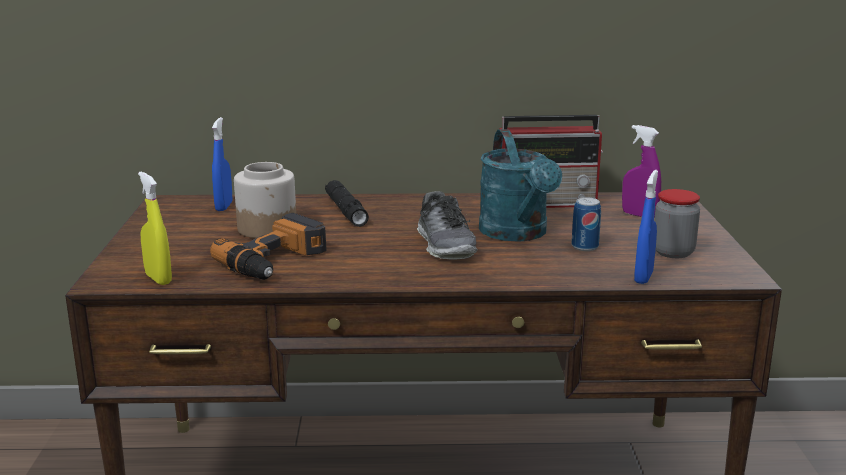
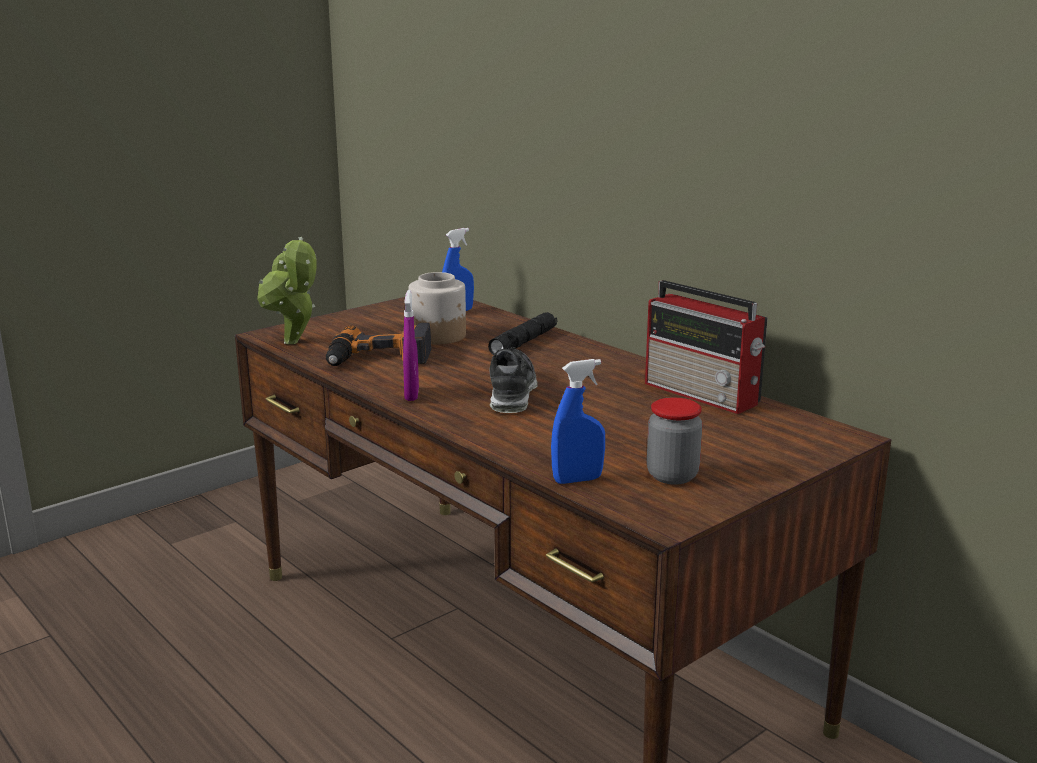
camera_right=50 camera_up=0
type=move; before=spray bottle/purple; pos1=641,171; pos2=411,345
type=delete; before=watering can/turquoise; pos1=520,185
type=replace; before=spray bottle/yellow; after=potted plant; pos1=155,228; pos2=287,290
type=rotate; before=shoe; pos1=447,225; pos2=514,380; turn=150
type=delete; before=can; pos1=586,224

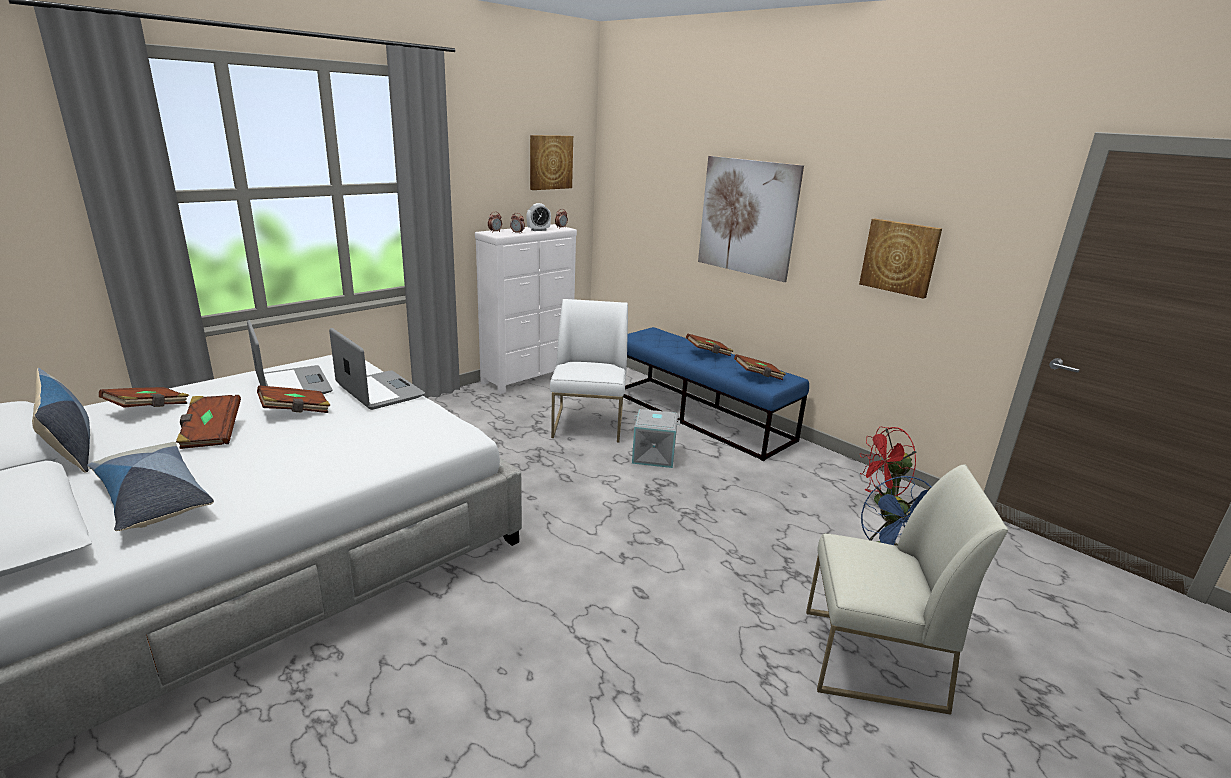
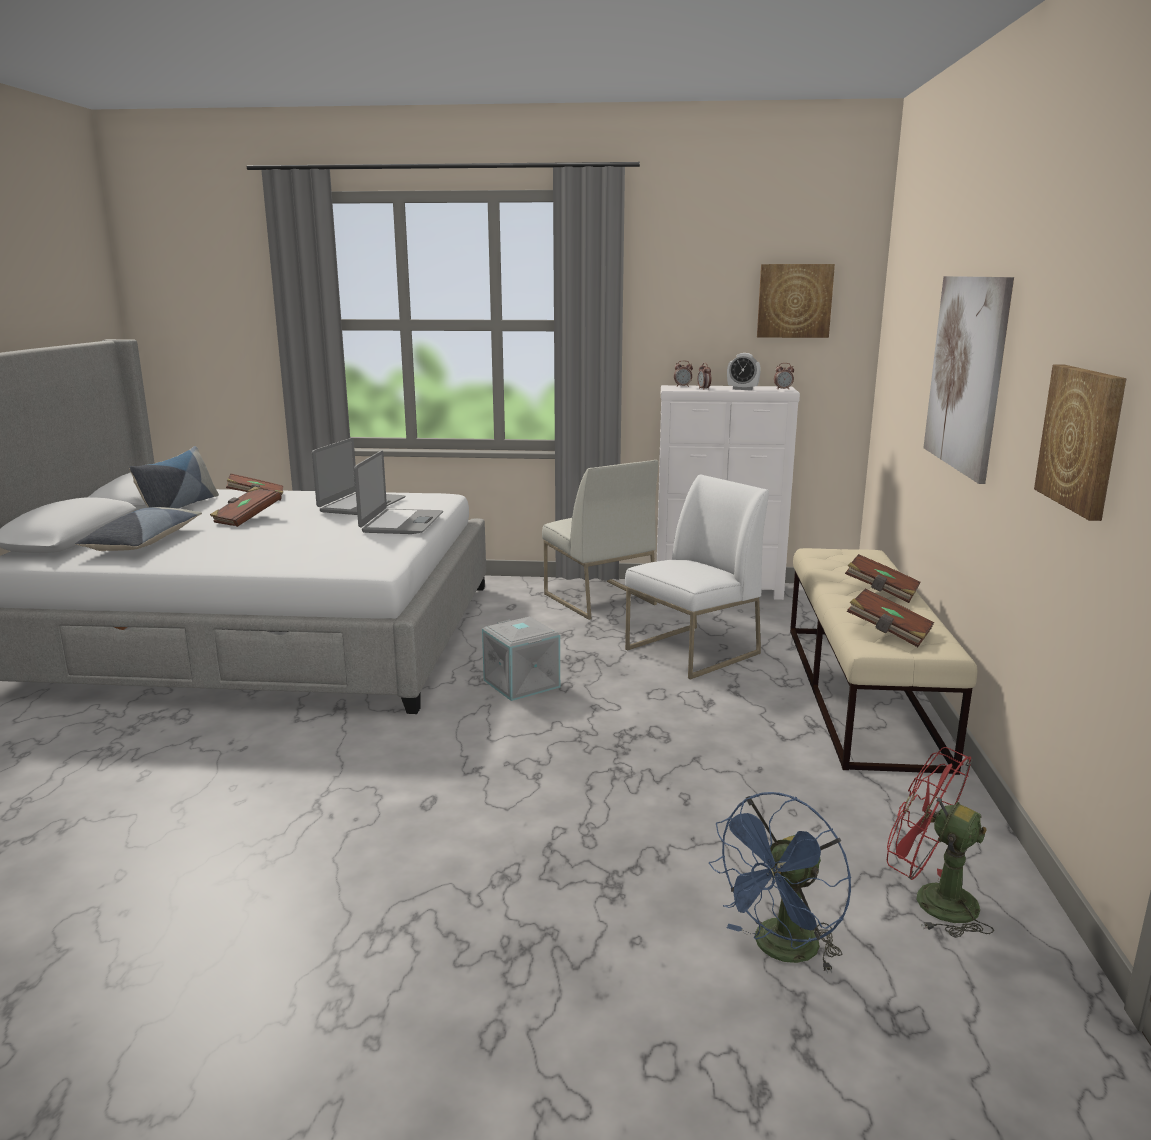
camera_right=50 camera_up=-5
type=recolor; before=bench/blue; after=bench/beige; pos1=716,394; pos2=884,661
type=delete; before=book/brown; pos1=294,399
type=move; before=storage box/grey; pos1=656,438; pos2=521,659
type=move; before=chair/white; pos1=907,590; pos2=600,540

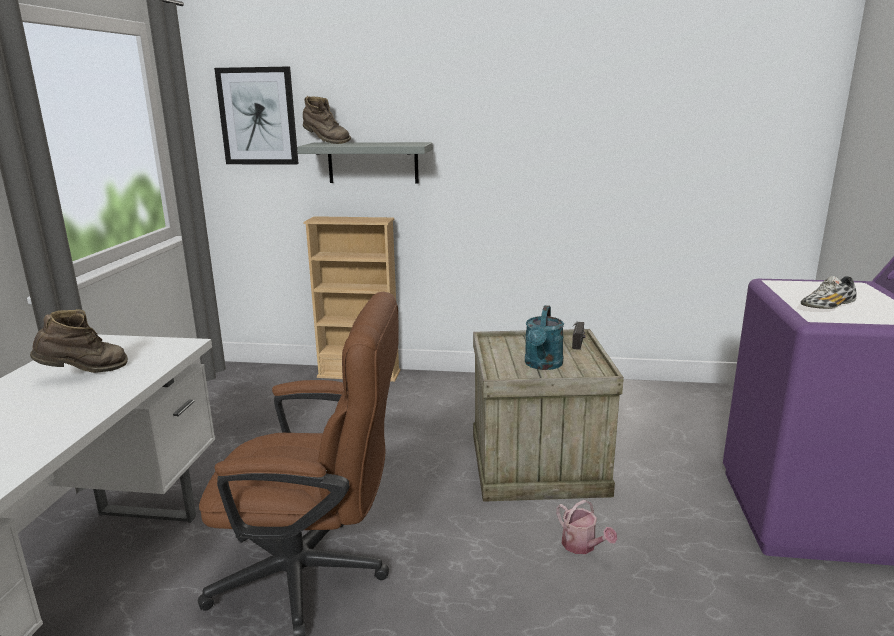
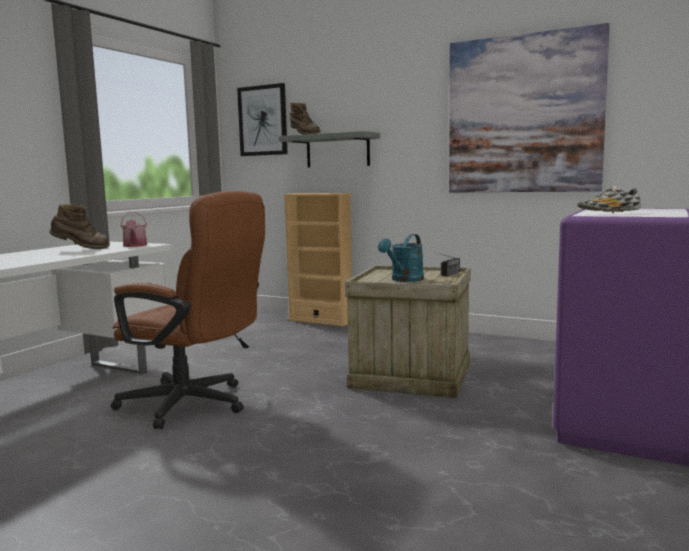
camera_right=20 camera_up=-10
type=move; before=watering can; pos1=586,527; pos2=133,229
type=insert; after=picture; pos2=529,108

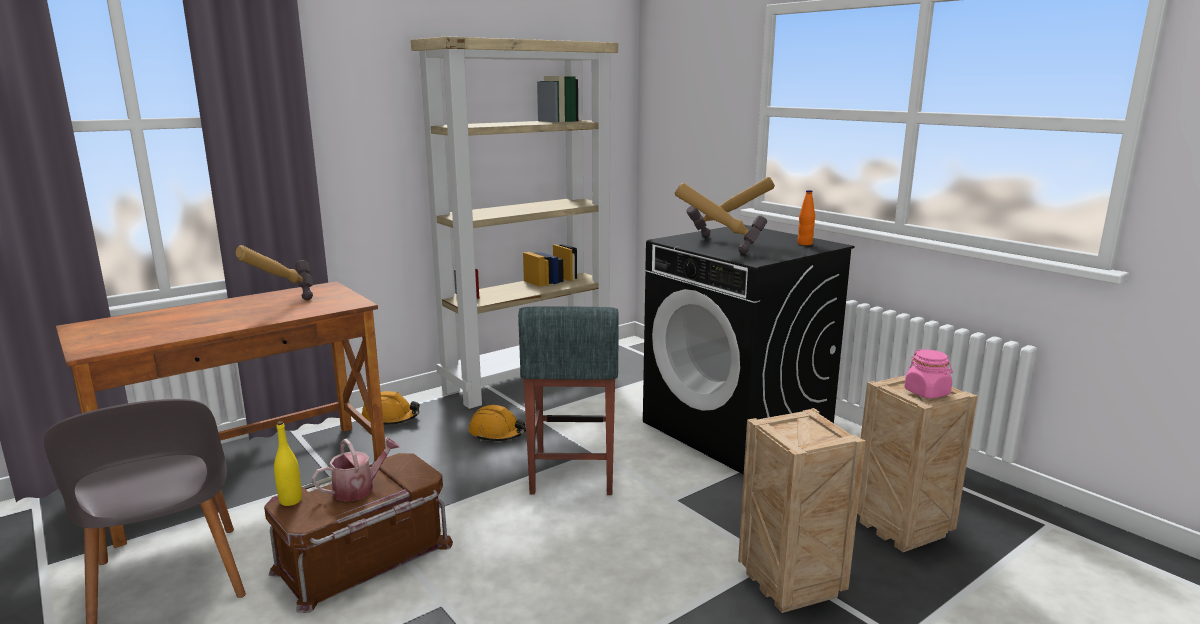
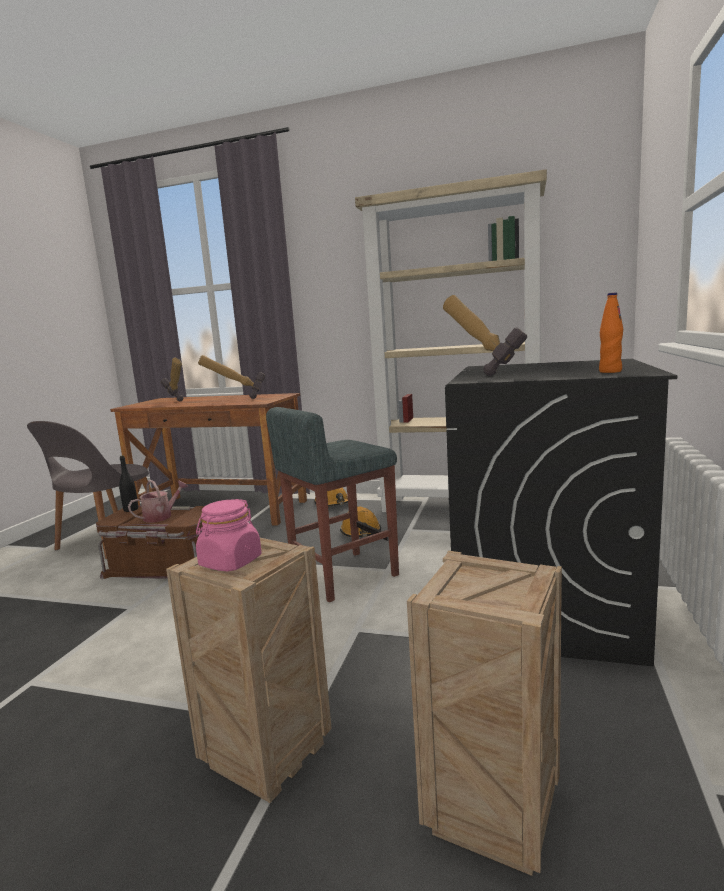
camera_right=55 camera_up=-5
type=move; before=hammer; pos1=730,207; pos2=172,379
type=move; before=jar/pink; pos1=928,374; pos2=229,535
type=recolor; before=bottle/yellow; after=bottle/black; pos1=288,463; pos2=128,483
type=rotate; before=watering can; pos1=356,470; pos2=158,501; turn=-60

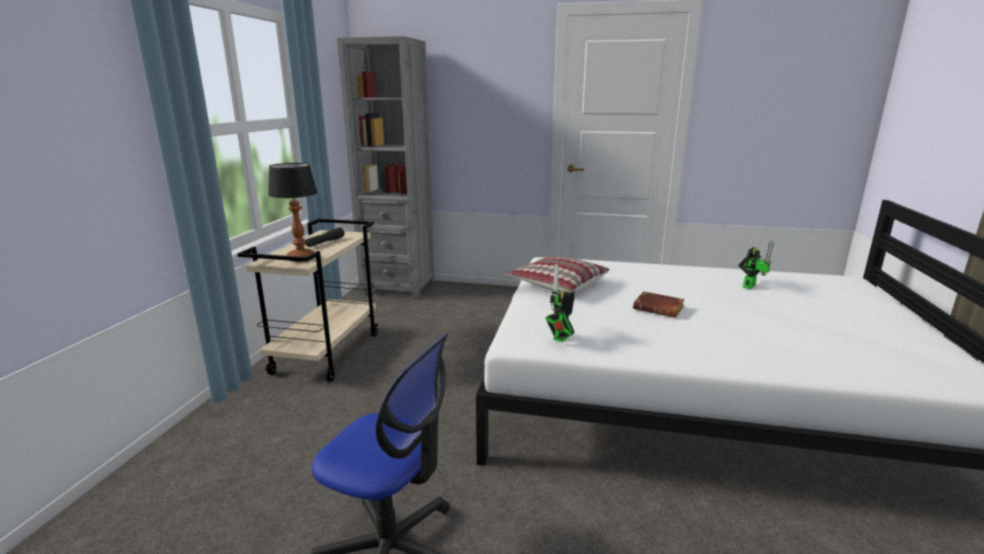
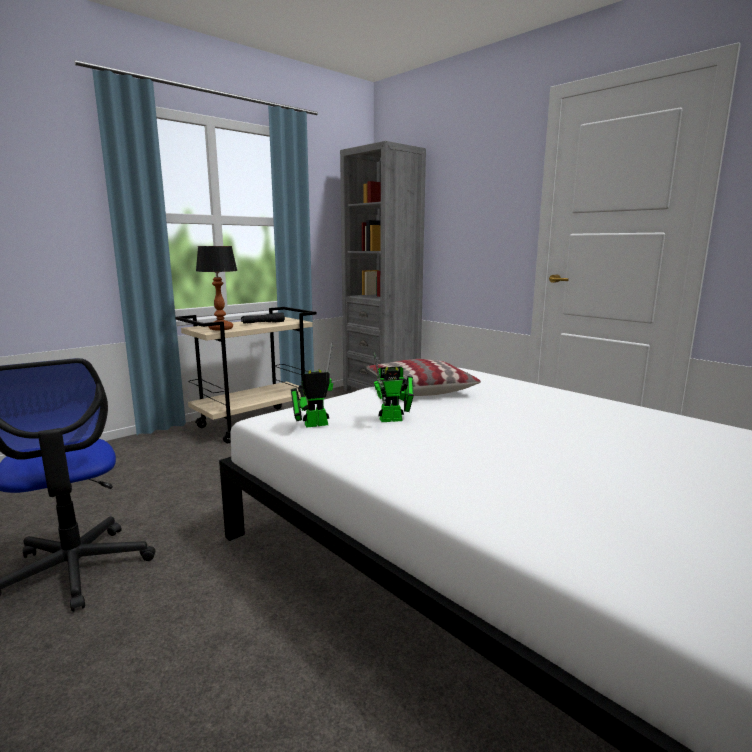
camera_right=35 camera_up=-5
type=move; before=toy robot; pos1=756,265; pos2=393,387
type=delete; before=book/brown; pos1=659,304

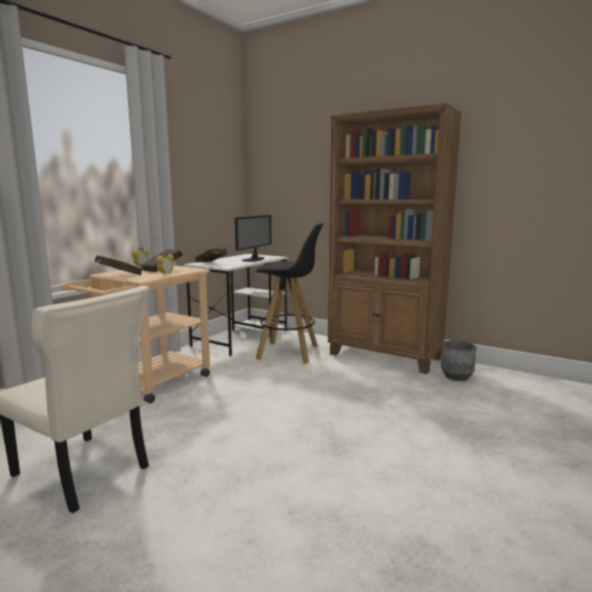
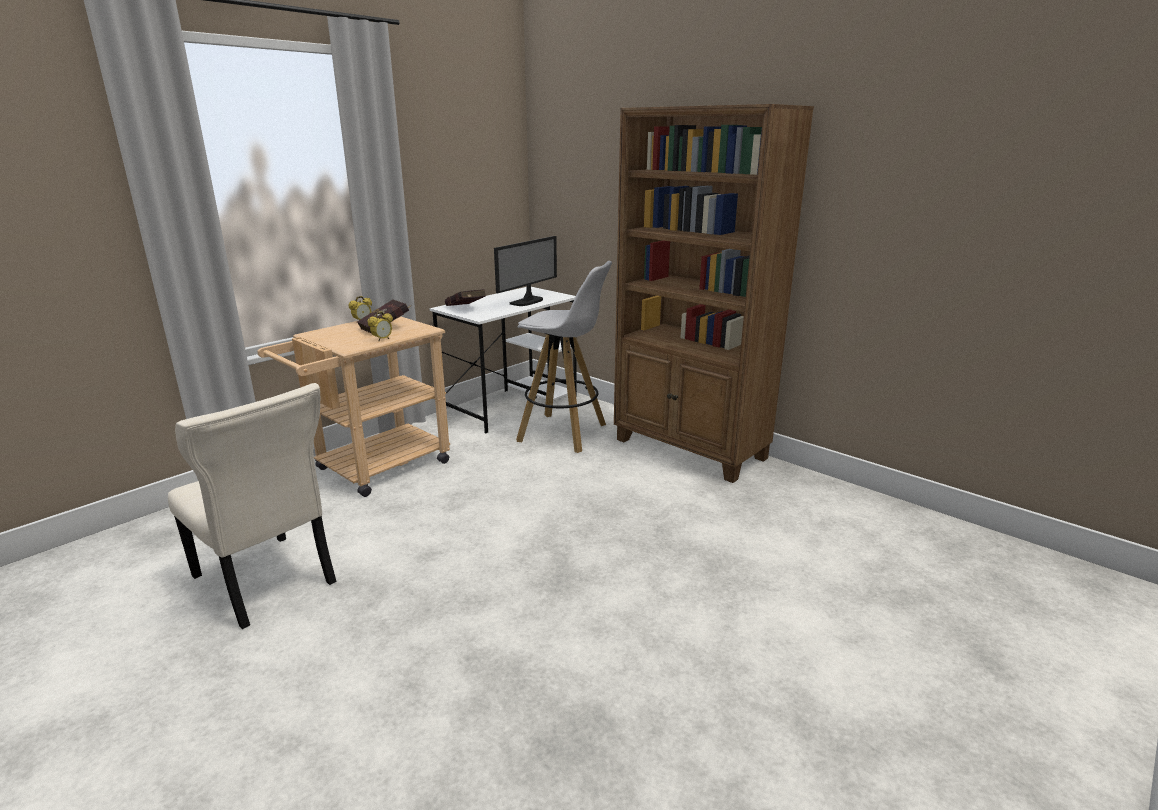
camera_right=10 camera_up=10
type=recolor; before=stool/black; after=stool/white; pos1=290,293; pos2=564,357
type=delete; before=book/red; pos1=117,265
type=delete; before=planter/grey; pos1=459,360

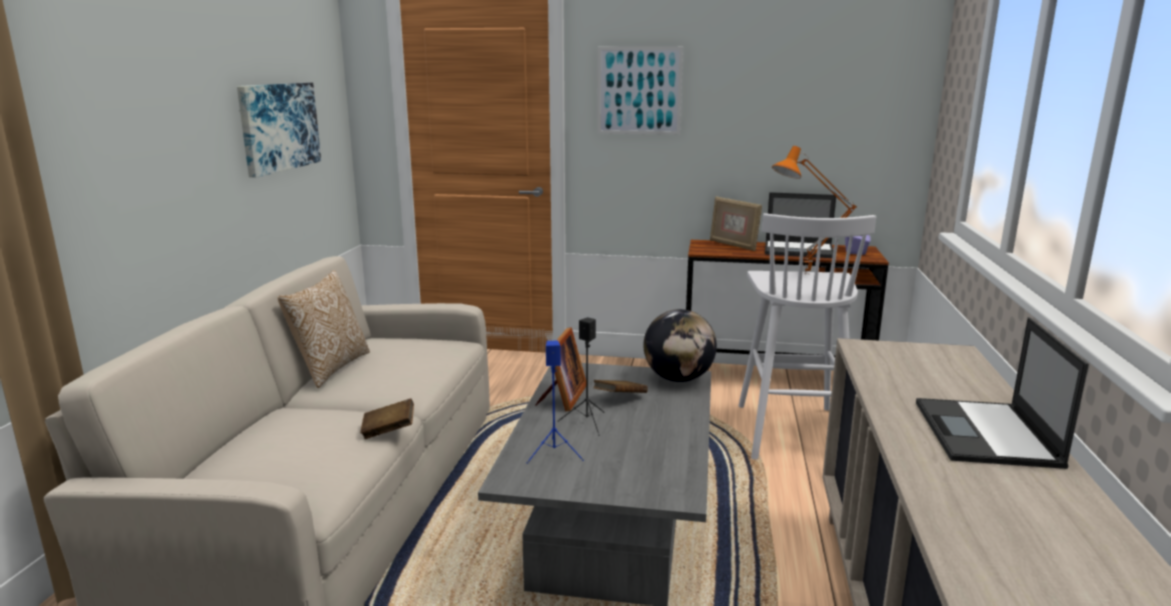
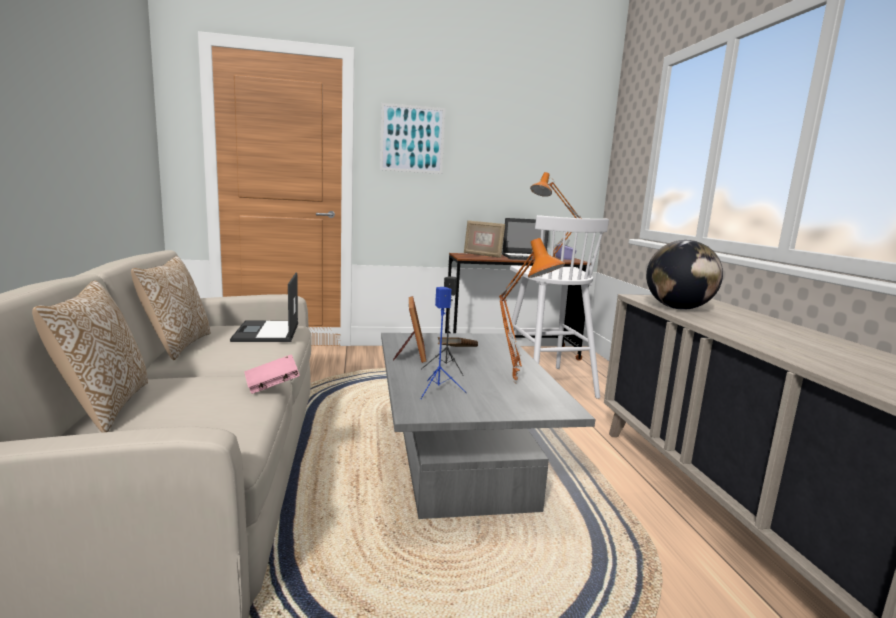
camera_right=-20 camera_up=-5
type=delete; before=picture; pos1=279,130
type=move; before=globe; pos1=680,345; pos2=684,275
type=move; before=laptop; pos1=1002,393; pos2=264,307
type=recolor; before=book/brown; after=book/pink; pos1=387,418; pos2=272,374
type=insert; after=table lamp/orange; pos2=532,311
type=insert; after=pillow; pos2=90,357

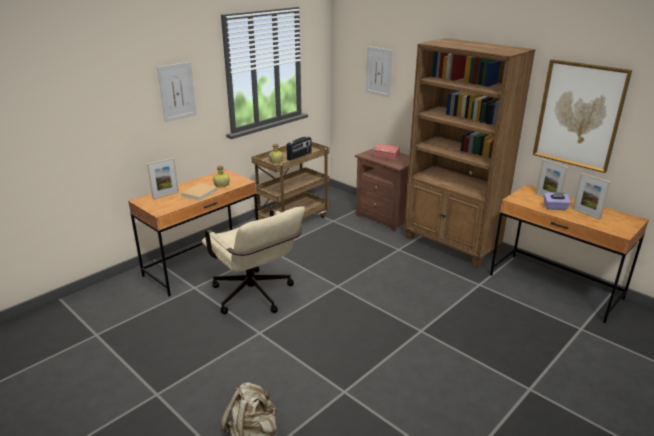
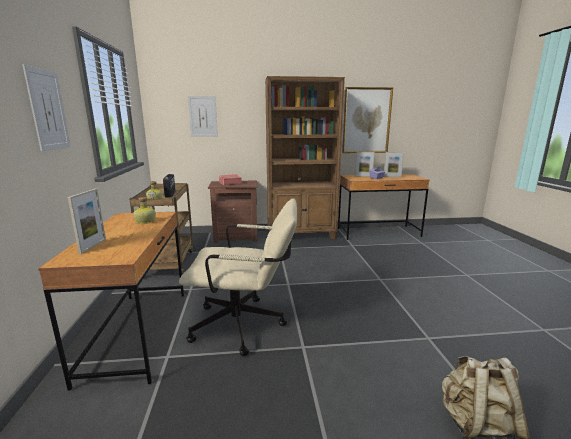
camera_right=-50 camera_up=-10
type=delete; before=book/beige; pos1=199,192

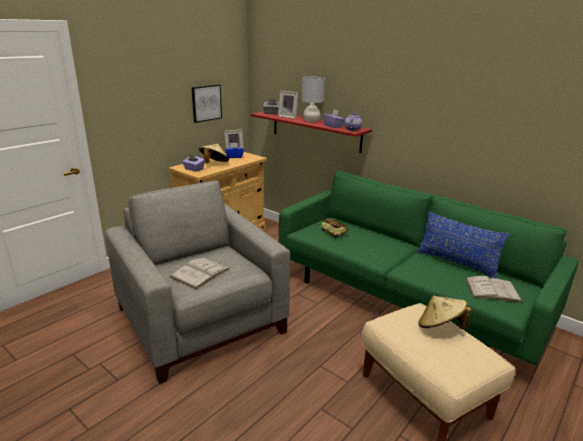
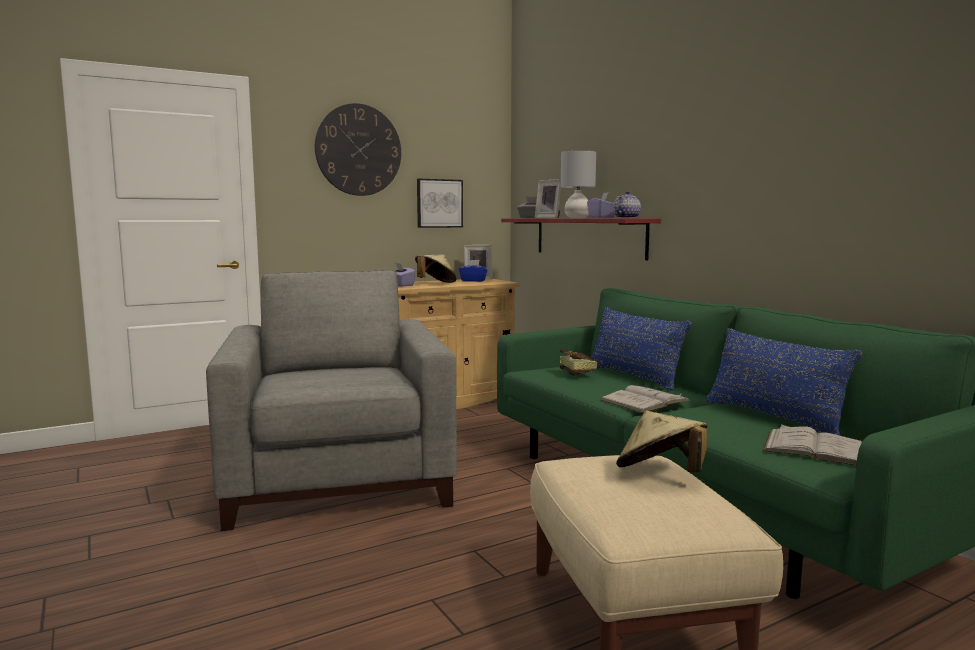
camera_right=20 camera_up=-15
type=move; before=book/white; pos1=200,273; pos2=645,399
type=insert; after=wall clock; pos2=358,149
type=insert; after=pillow/blue; pos2=641,349

